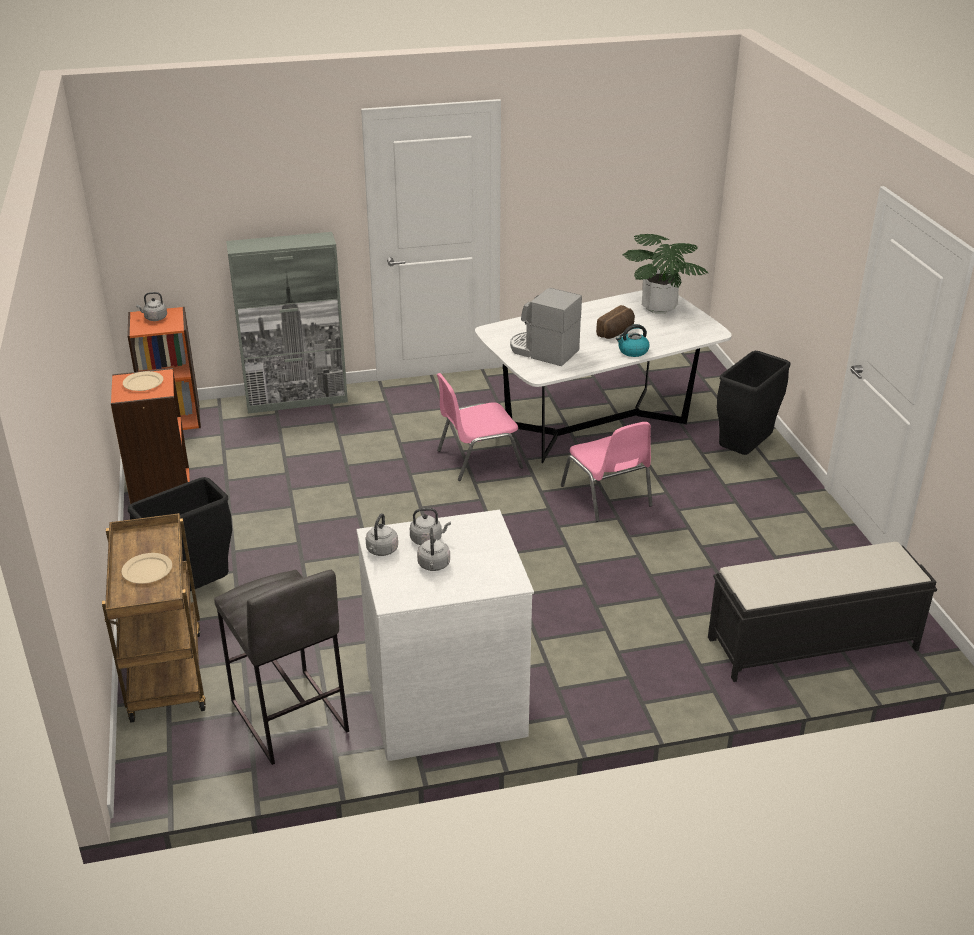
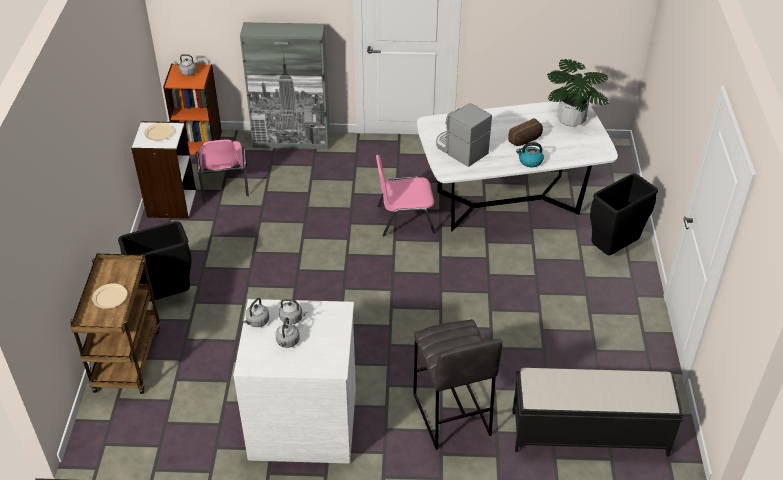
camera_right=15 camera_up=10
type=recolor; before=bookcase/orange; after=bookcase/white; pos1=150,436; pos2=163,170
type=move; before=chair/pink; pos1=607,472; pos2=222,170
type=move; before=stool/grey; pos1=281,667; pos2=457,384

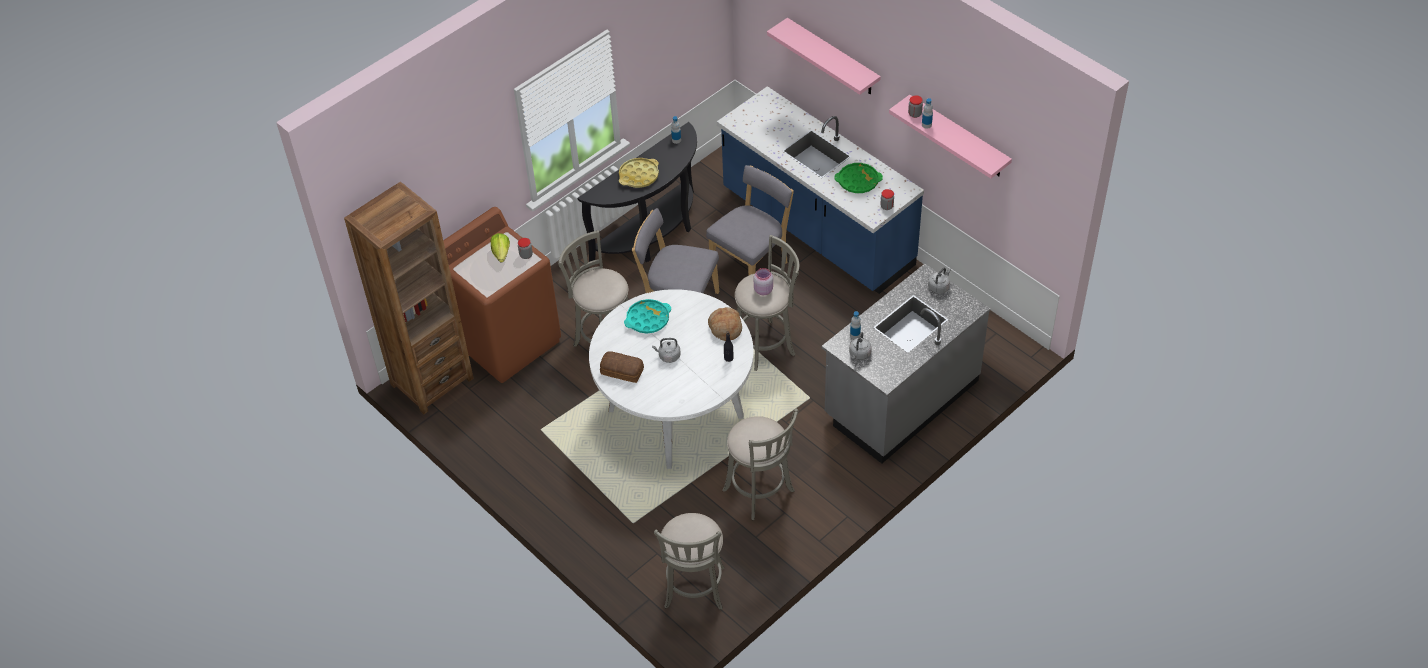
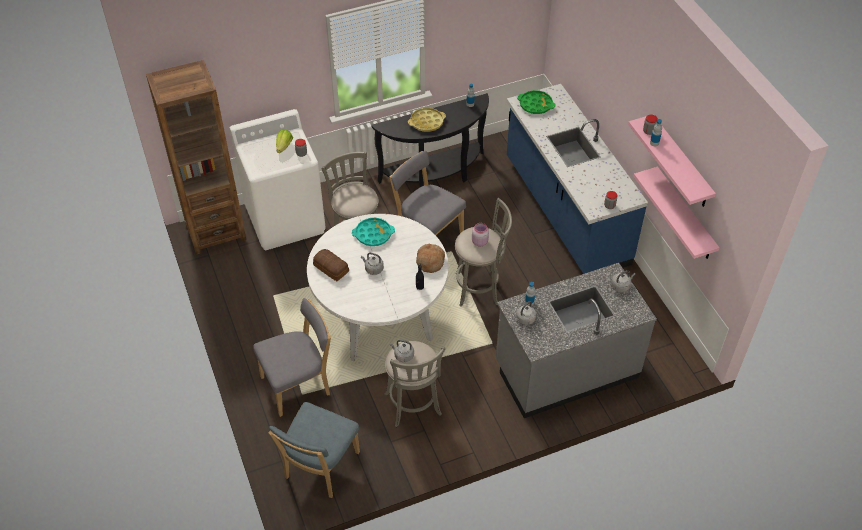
camera_right=20 camera_up=0
type=move; before=shelf/pink; pos1=824,56; pos2=676,213
type=move; before=tray/green; pos1=858,178; pos2=536,102
type=move; before=chair/grey; pos1=750,220; pos2=292,357
type=recolor; before=washing machine/brown; after=washing machine/white; pos1=502,295; pos2=278,179
type=replace; before=stool/grey; after=chair/blue; pos1=689,561; pos2=314,450
type=insert; after=kettle/grey; pos2=402,351

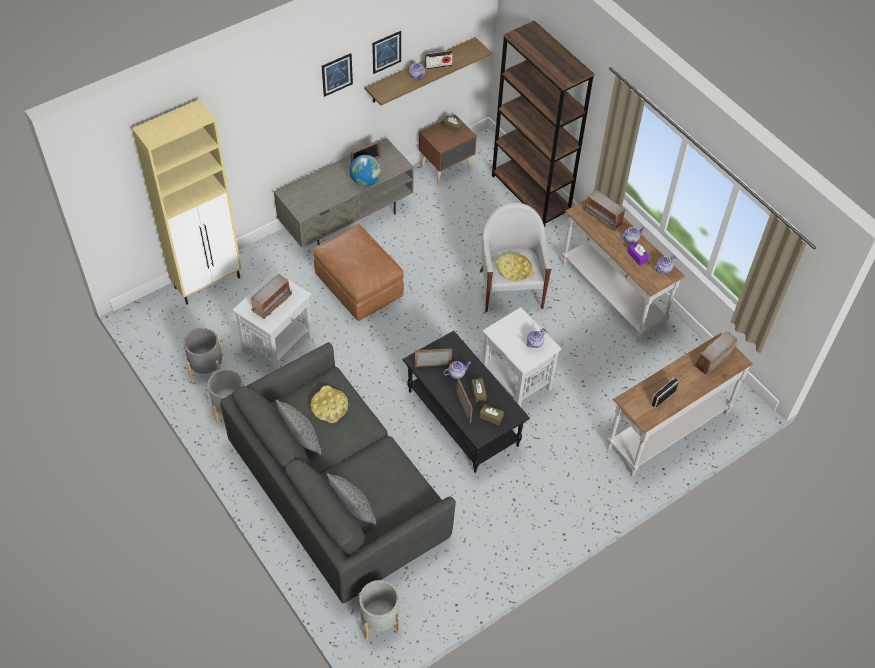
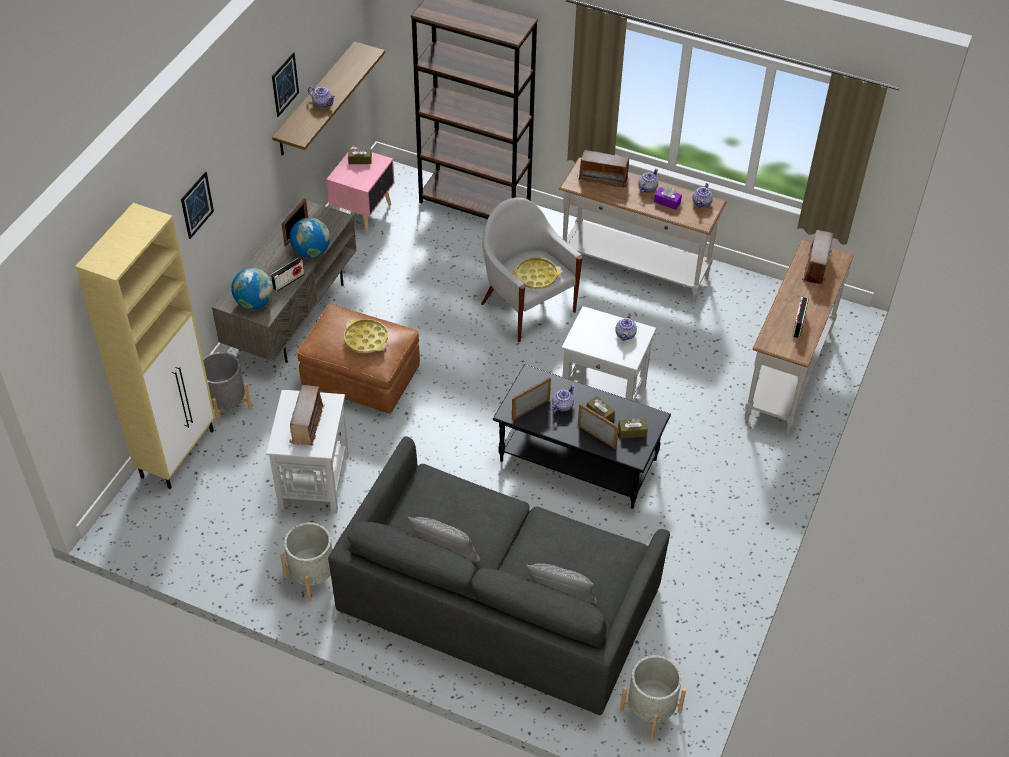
camera_right=-30 camera_up=-5
type=move; before=radio; pos1=439,60; pos2=288,274
type=move; before=picture; pos1=337,75; pos2=197,205
type=recolor; before=nightstand/brown; after=nightstand/pink; pos1=448,150; pos2=360,191
type=move; before=planter/grey; pos1=203,355; pos2=227,388
type=move; before=tray/yellow; pos1=329,404; pos2=366,336
type=insert; after=globe; pos2=252,289

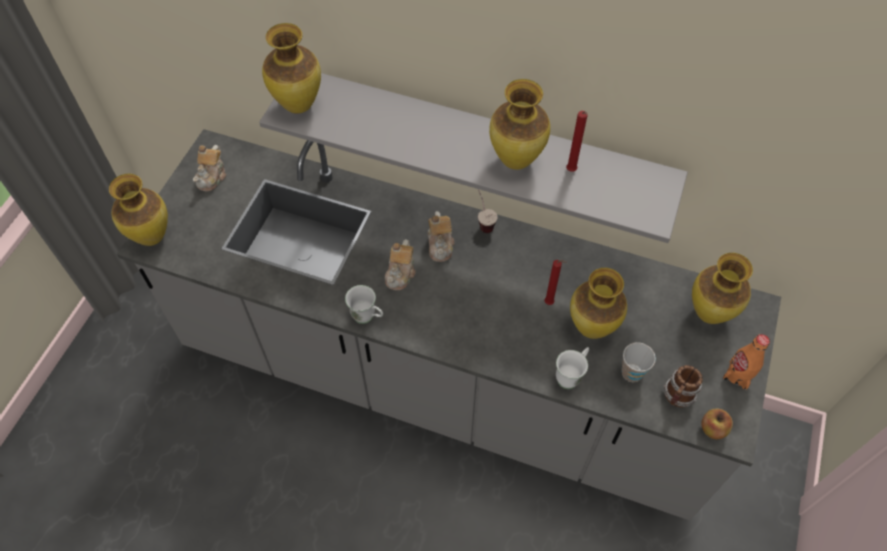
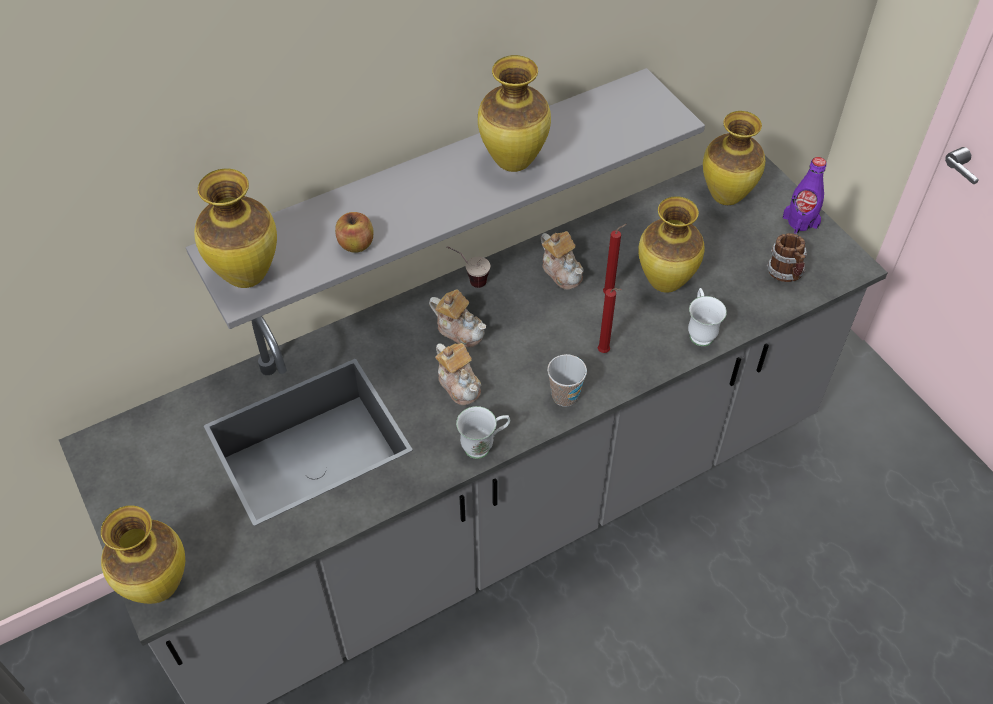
camera_right=-50 camera_up=-5
type=move; before=candle/red; pos1=577,141; pos2=610,320
type=move; before=teapot; pos1=209,168; pos2=562,260
type=recolor; before=bottle/orange; after=bottle/purple; pos1=746,362; pos2=805,196
type=move; before=cup; pos1=638,362; pos2=567,380
type=move; before=apple; pos1=717,423; pos2=354,232

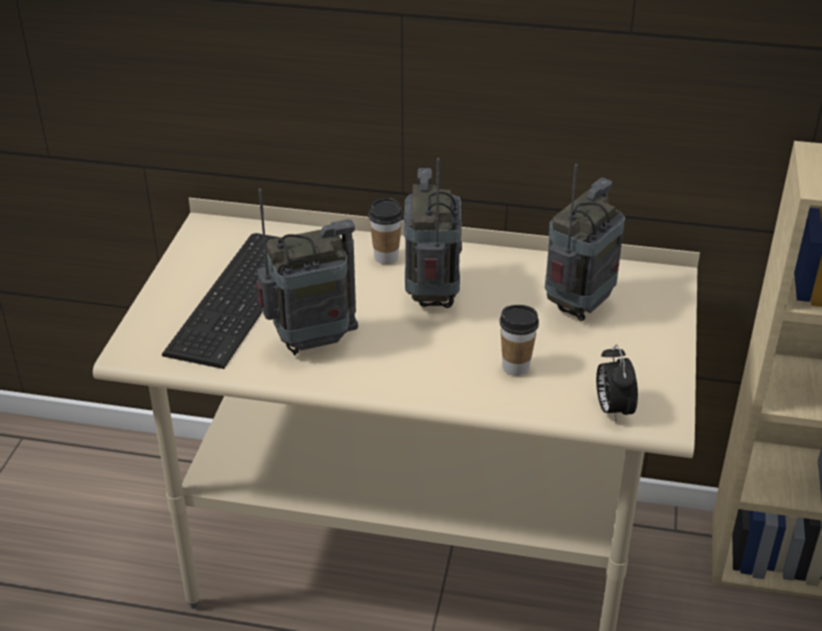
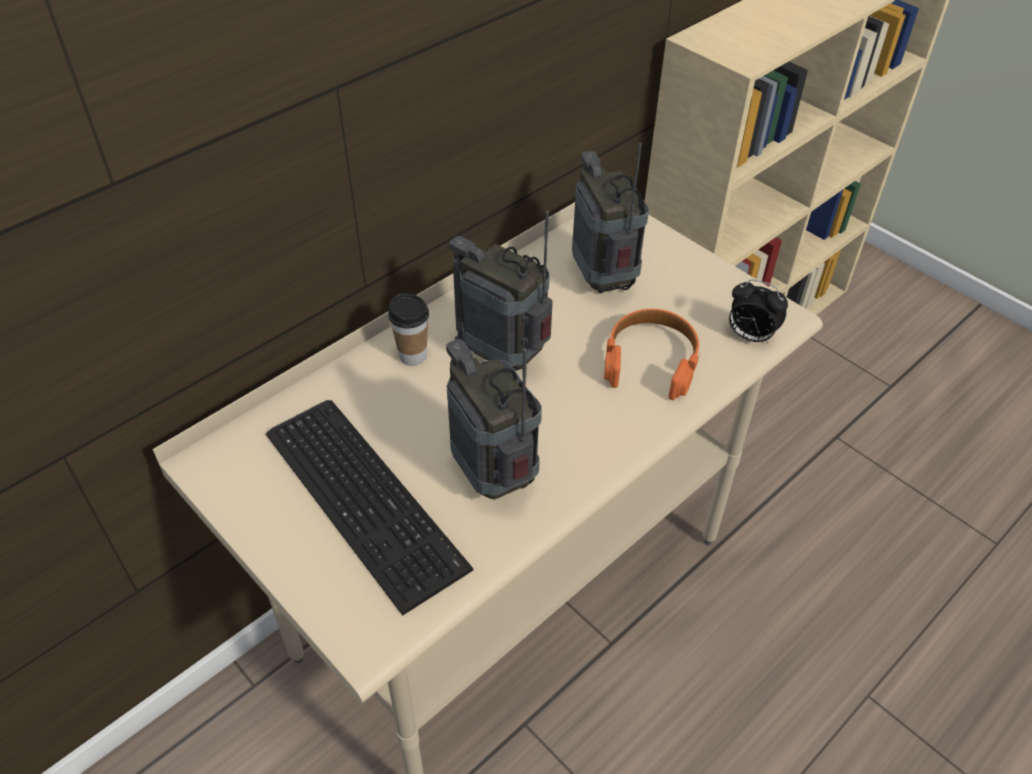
camera_right=-55 camera_up=10
type=rotate; before=radio; pos1=307,272; pos2=494,419; turn=-45
type=replace; before=cup; after=headphones/orange; pos1=519,340; pos2=652,354

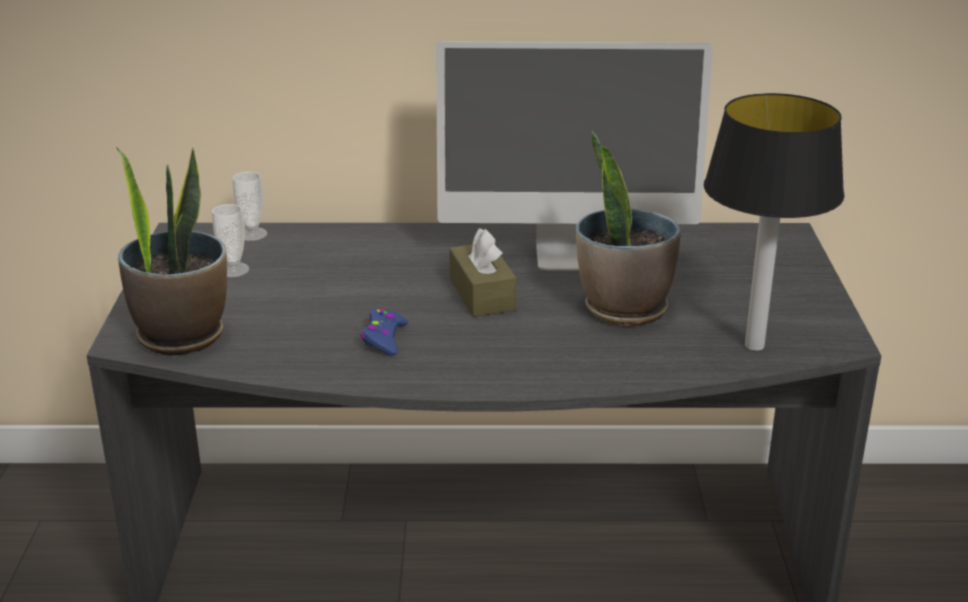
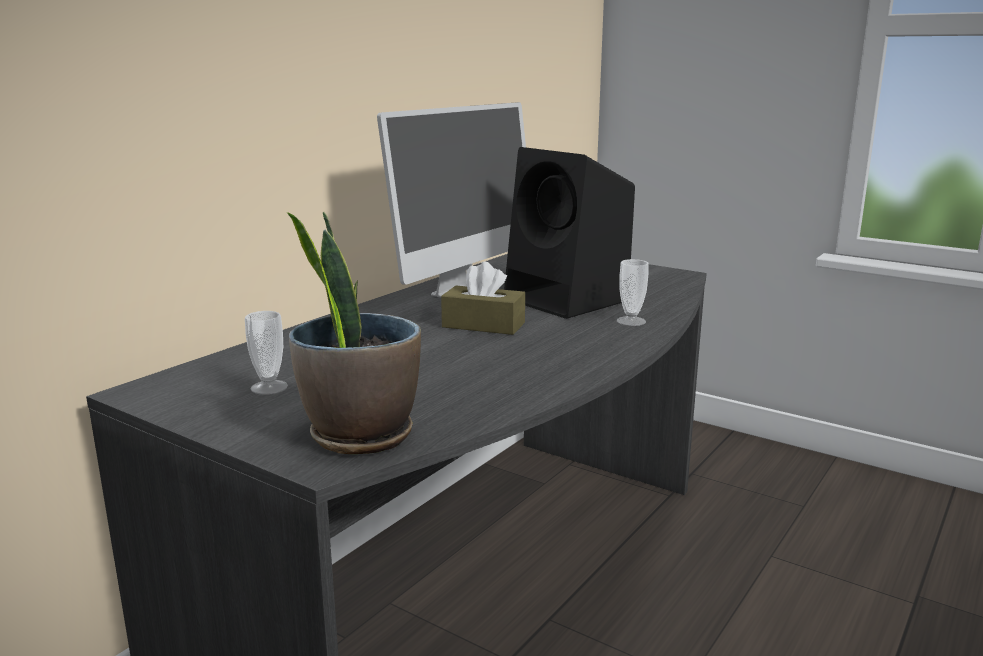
camera_right=-55 camera_up=-10
type=delete; before=table lamp; pos1=774,222
type=replace; before=potted plant; after=speaker/black; pos1=628,228; pos2=569,233
type=move; before=cup; pos1=249,206; pos2=633,292
type=delete; before=game controller/blue; pos1=384,332

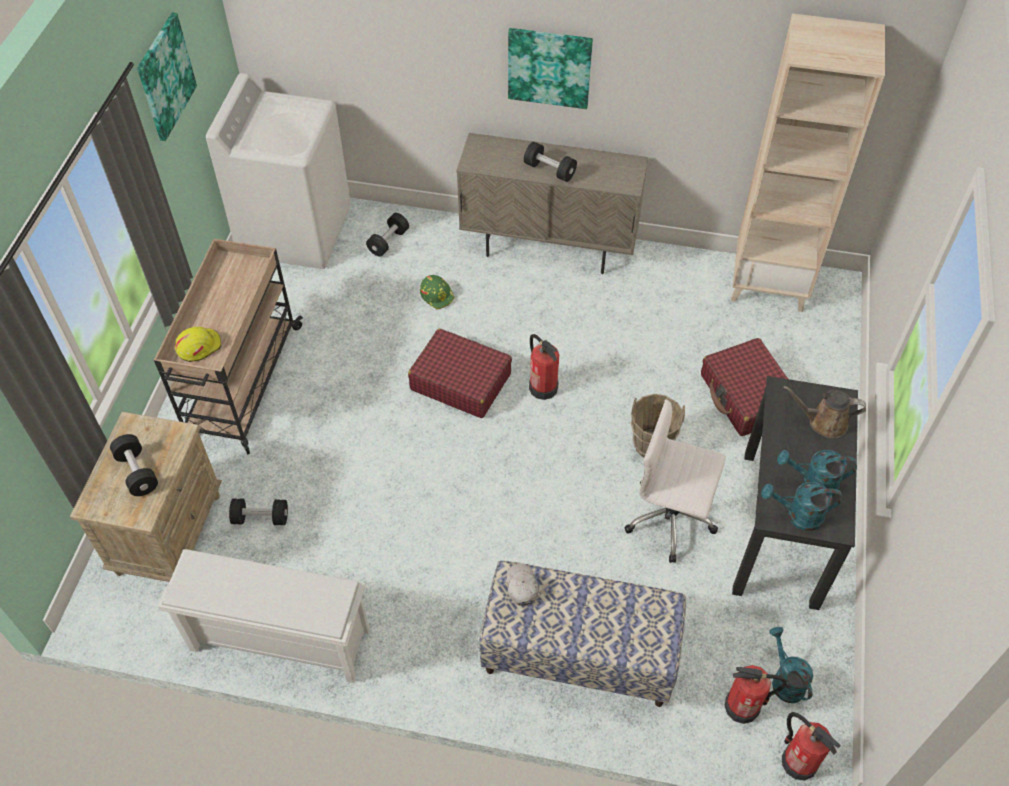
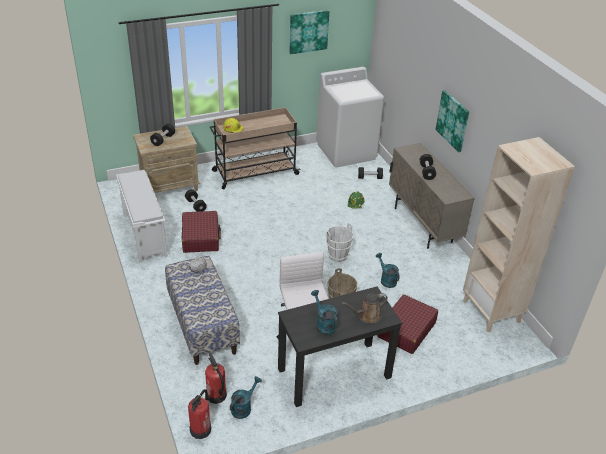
camera_right=55 camera_up=-15
type=move; before=suitcase/red; pos1=460,373; pos2=201,232
type=replace; before=fire extinguisher; after=bucket/white; pos1=544,367; pos2=340,242
type=rotate; before=watering can/brown; pos1=824,412; pos2=365,308; turn=-90
type=move; before=watering can/turquoise; pos1=801,506; pos2=388,270

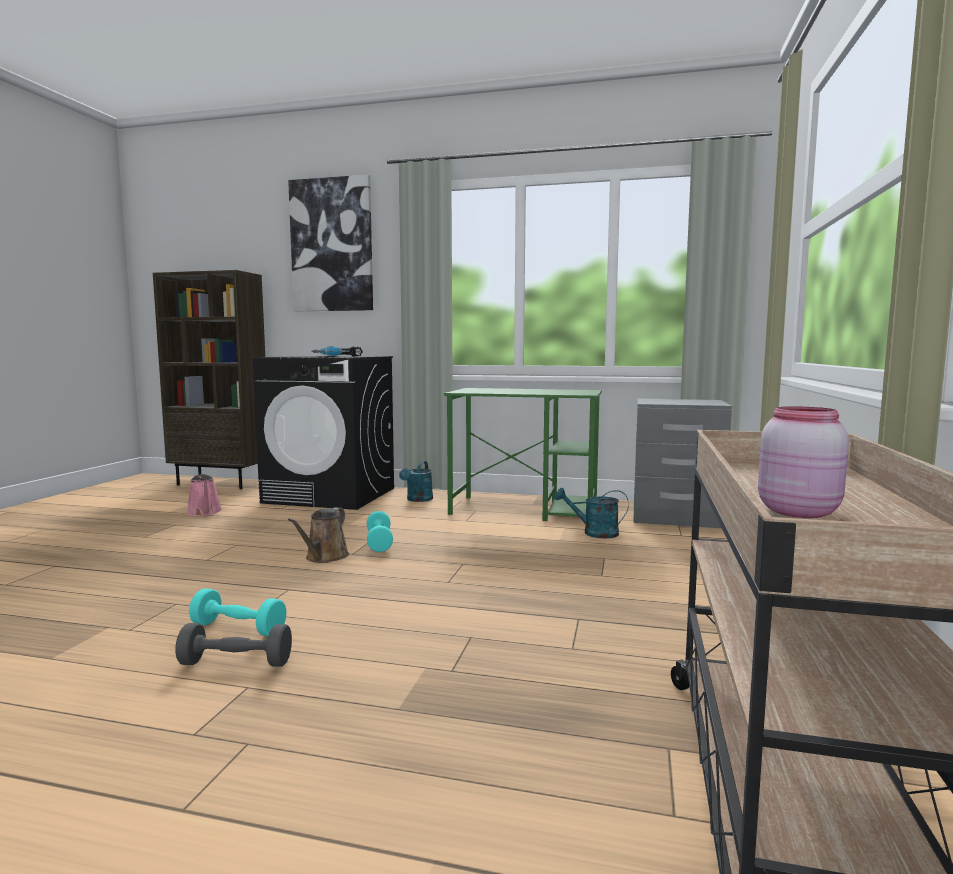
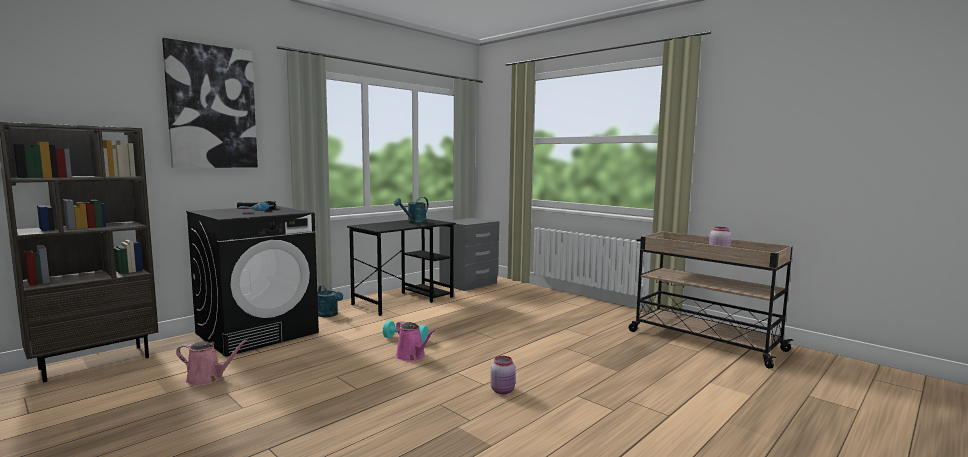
camera_right=-60 camera_up=0
type=recolor; before=desk/green; after=desk/black; pos1=523,454; pos2=401,267
type=move; before=watering can/turquoise; pos1=592,512; pos2=411,210
type=recolor; before=watering can/brown; after=watering can/pink; pos1=318,535; pos2=415,341
type=replace; before=dumbbell/turquoise; after=jar/pink; pos1=238,612; pos2=502,375
type=delete; before=dumbbell/grey; pos1=233,645

